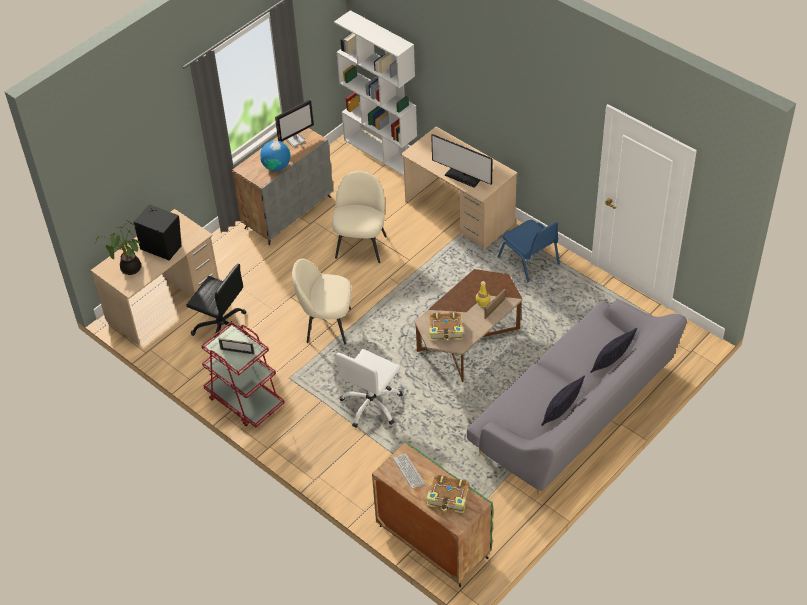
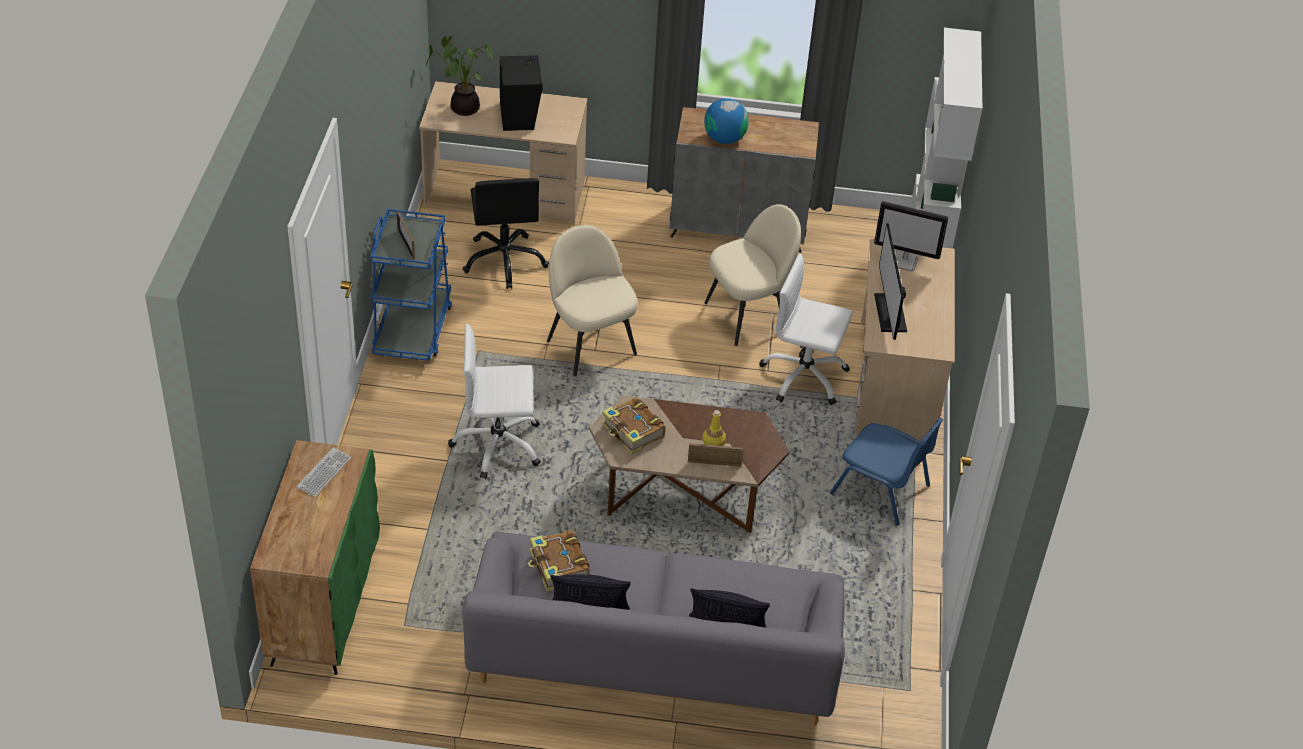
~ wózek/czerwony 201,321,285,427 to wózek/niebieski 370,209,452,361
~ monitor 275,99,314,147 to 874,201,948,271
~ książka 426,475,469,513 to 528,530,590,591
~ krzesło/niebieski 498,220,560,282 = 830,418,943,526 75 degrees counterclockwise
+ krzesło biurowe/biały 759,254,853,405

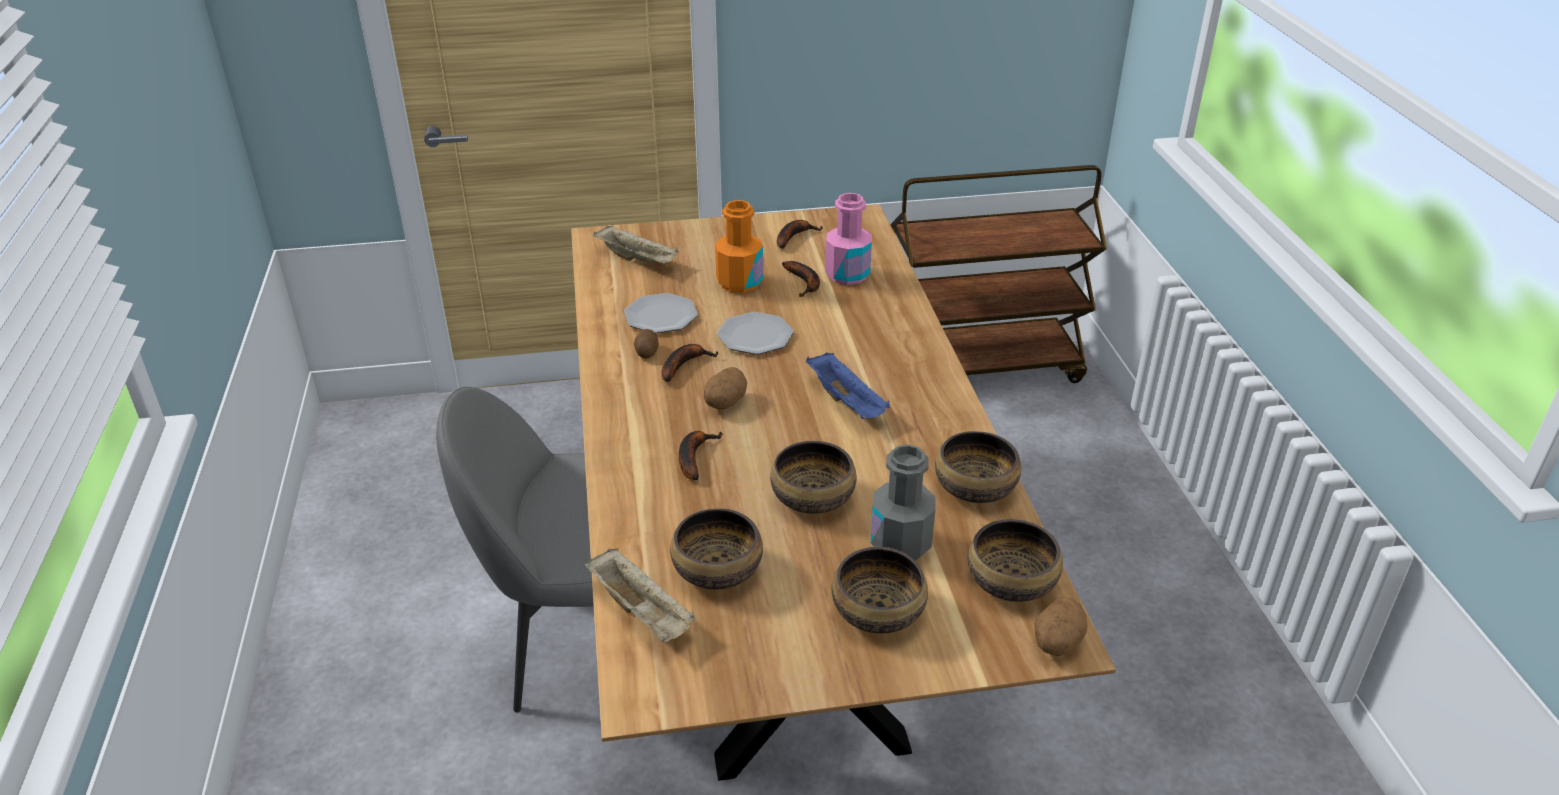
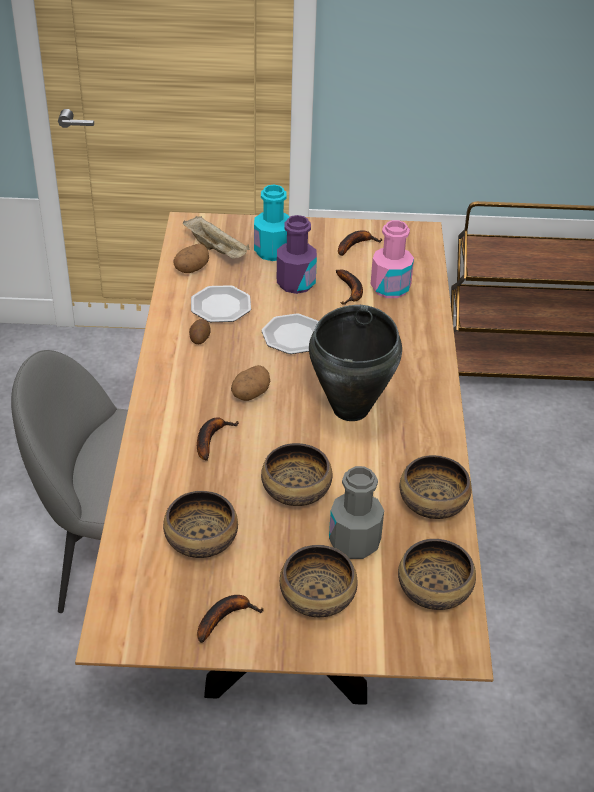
- taca/beżowy 585,548,696,642
~ banan 662,344,718,382 to 197,595,264,643
~ butelka/pomarańczowy 715,200,763,293 to butelka/fioletowy 277,215,317,294
~ taca/niebieski 806,352,890,419 to garnek/czarny 309,305,402,421
~ ziemniak 1034,597,1087,656 to 173,244,209,273
+ butelka/turkusowy 254,185,290,261

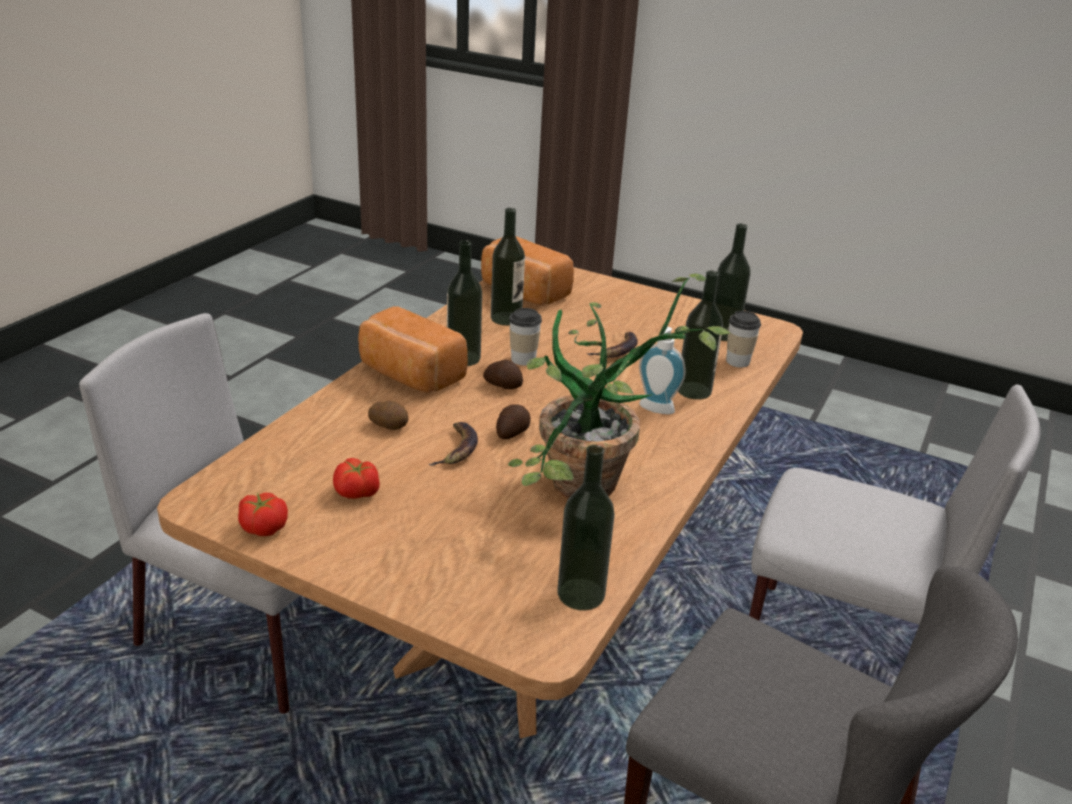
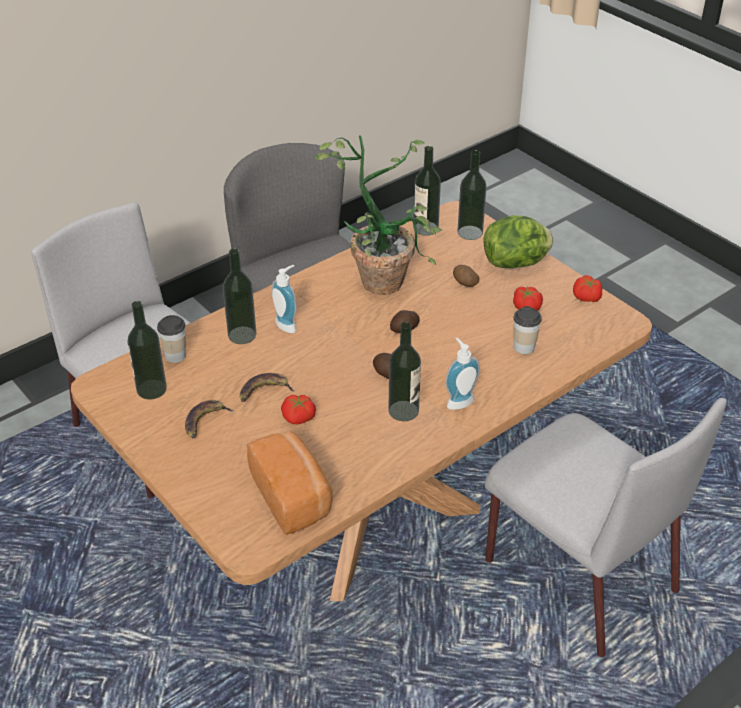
~ chleb 358,306,468,393 to dozownik mydła 445,338,480,410
~ ziemniak 368,401,409,430 to 453,265,479,287
~ banan 429,422,478,466 to 185,400,234,438
~ butelka 491,208,525,326 to 457,150,487,240
~ filiżanka 509,308,542,365 to 513,306,542,354
+ pomidor 281,395,316,424
+ sałata 484,215,553,268

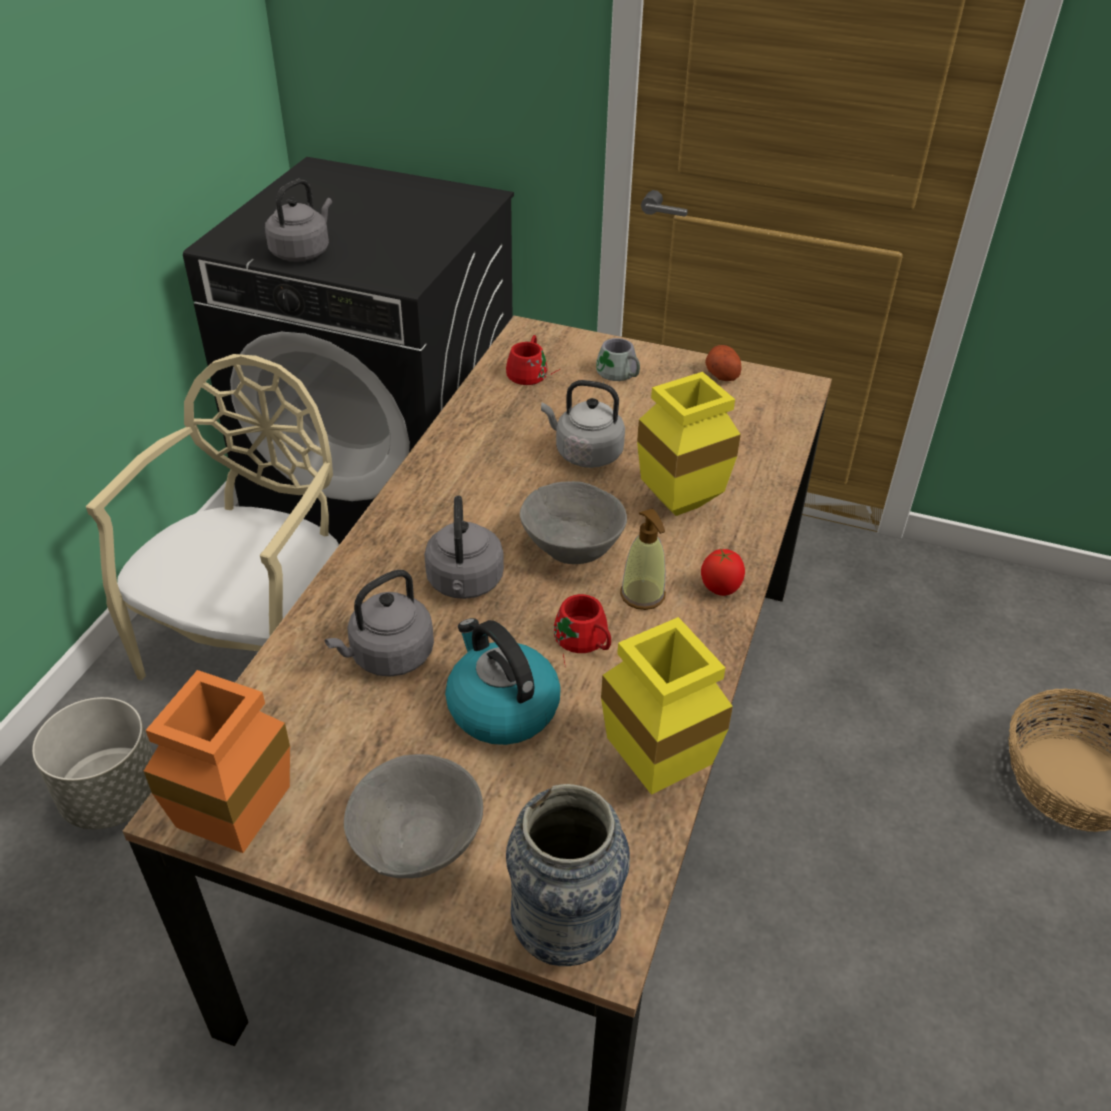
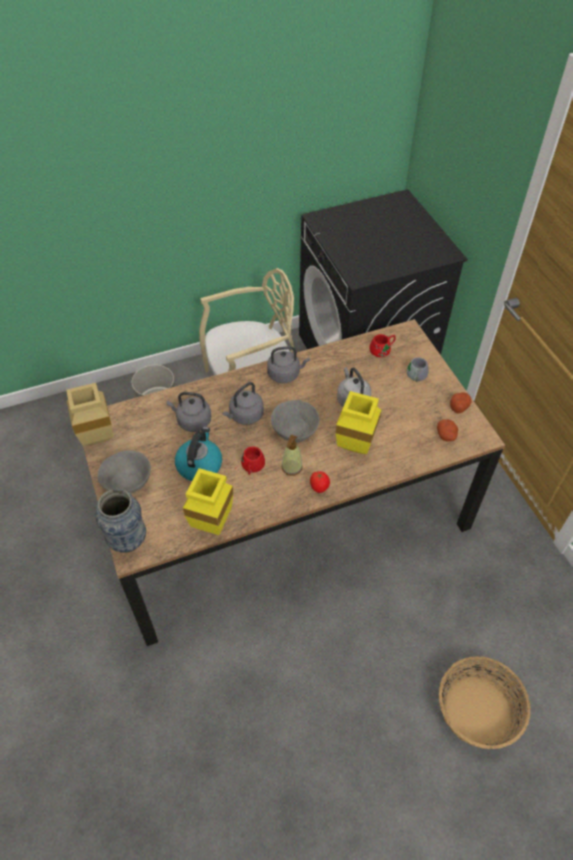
~ wazon/pomarańczowy 144,670,290,853 to wazon/beżowy 66,383,113,445
~ czajnik/szary 265,179,332,262 to 267,346,310,383
+ ziemniak 437,419,458,442

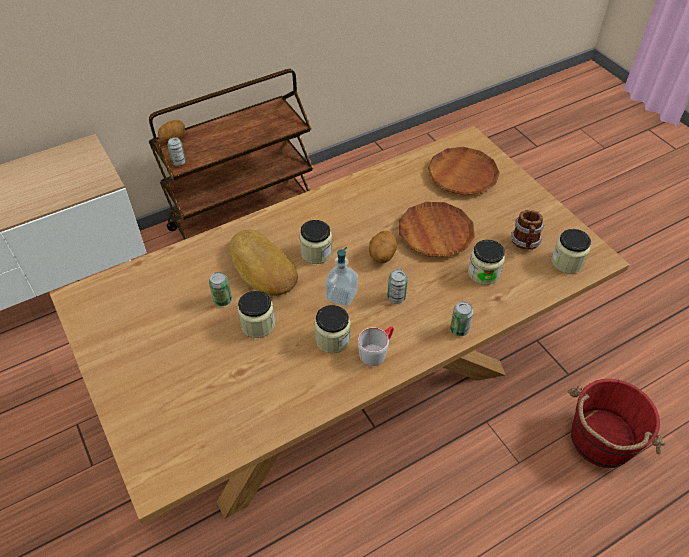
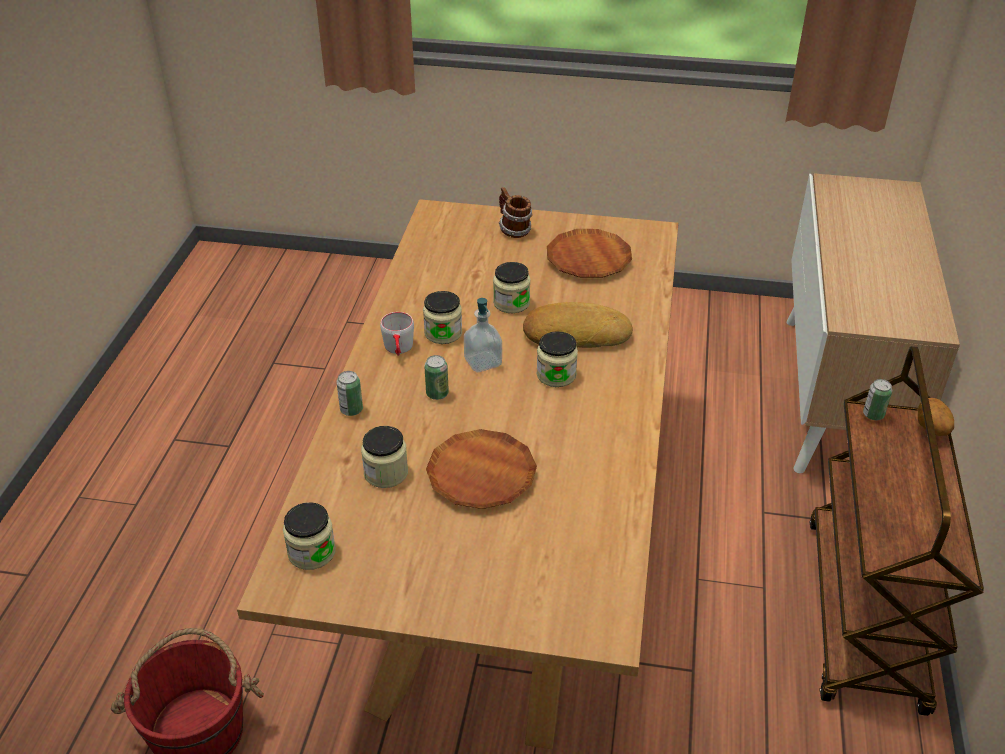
- puszka 209,272,232,306
- ziemniak 369,231,397,263
~ talerz/brązowy 428,147,500,195 to 547,229,632,278
~ kubek 511,210,544,250 to 499,187,533,238

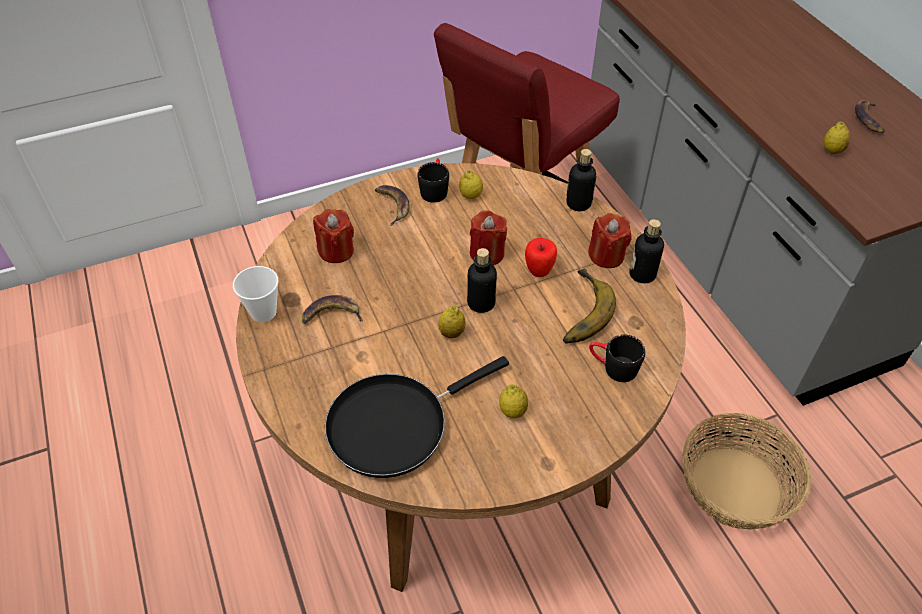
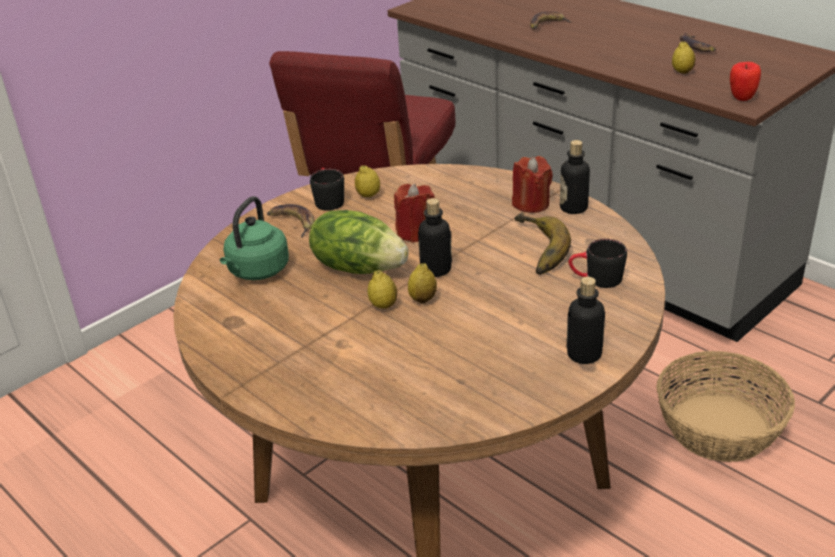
- filiżanka 233,266,278,322
~ banan 302,295,363,324 to 530,11,573,29
~ świeca/czerwony 313,209,354,263 to czajnik/zielony 220,196,289,280
- patelnia/czarny 325,356,509,478
~ cytryna 499,384,528,418 to 368,270,397,309
~ jabłko 525,237,557,277 to 730,62,761,101
~ butelka 566,149,596,211 to 566,277,605,364
+ sałata 309,210,408,274

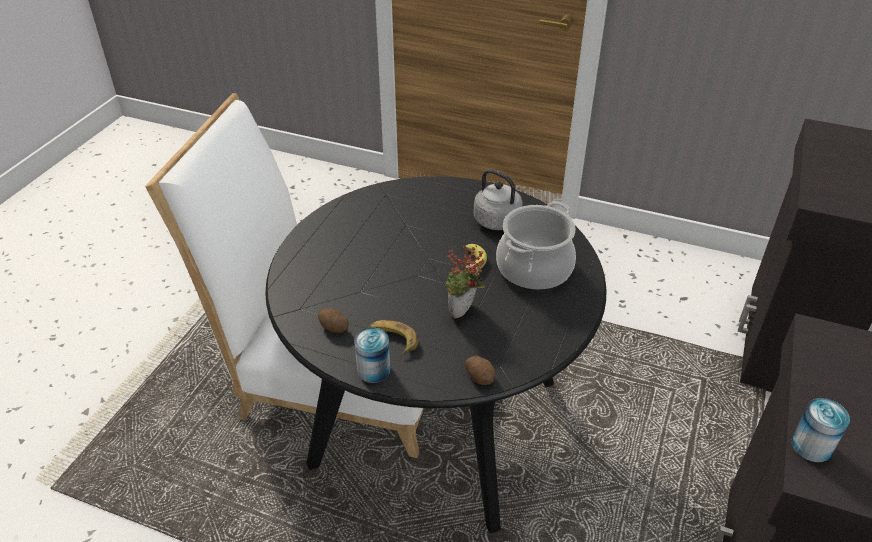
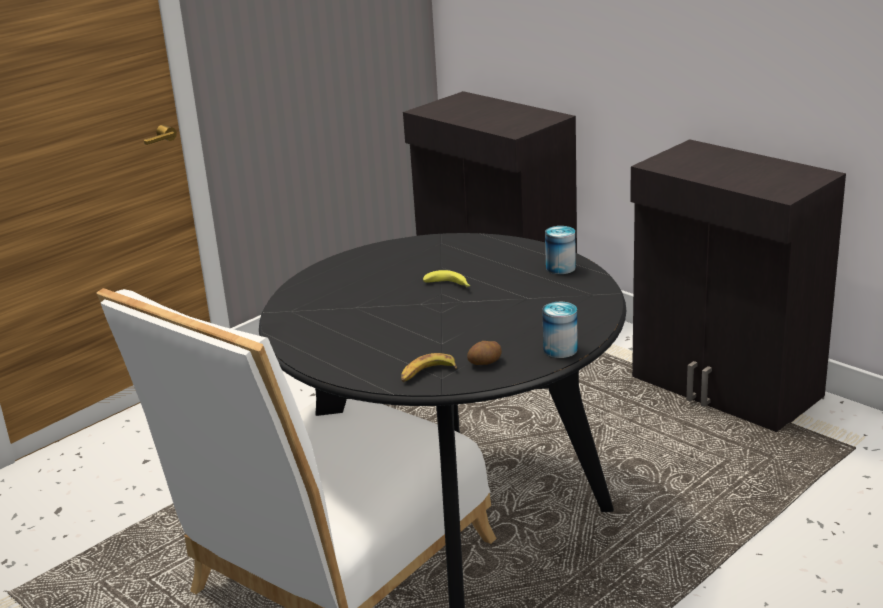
~ banan 370,320,418,354 to 401,353,457,382
- roślina doniczkowa 445,245,485,318
- ziemniak 465,355,495,385
- czajnik/szary 474,169,523,230
- garnek 496,201,576,290
~ puszka 791,398,850,462 to 545,226,576,274

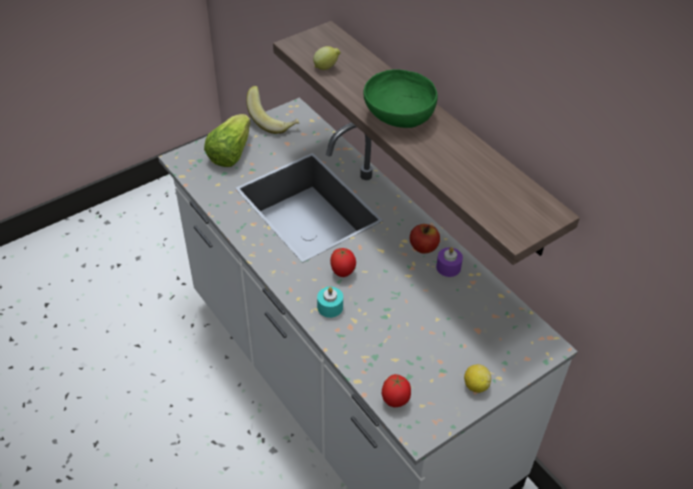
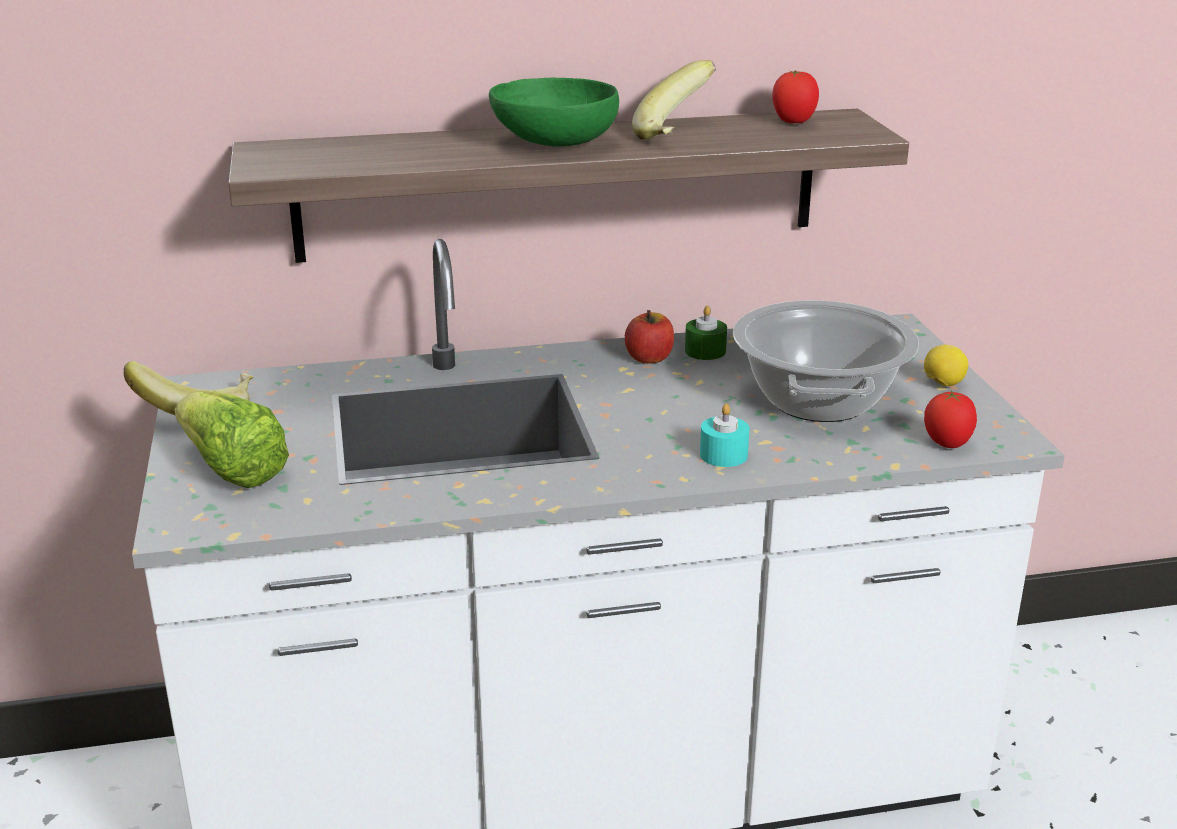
- cytryna 313,46,341,70
~ pomidor 330,248,356,277 to 772,70,819,123
~ świeca/fioletowy 436,247,463,277 to świeca/zielony 685,305,727,360
+ banan 632,60,716,140
+ garnek 733,300,919,422

